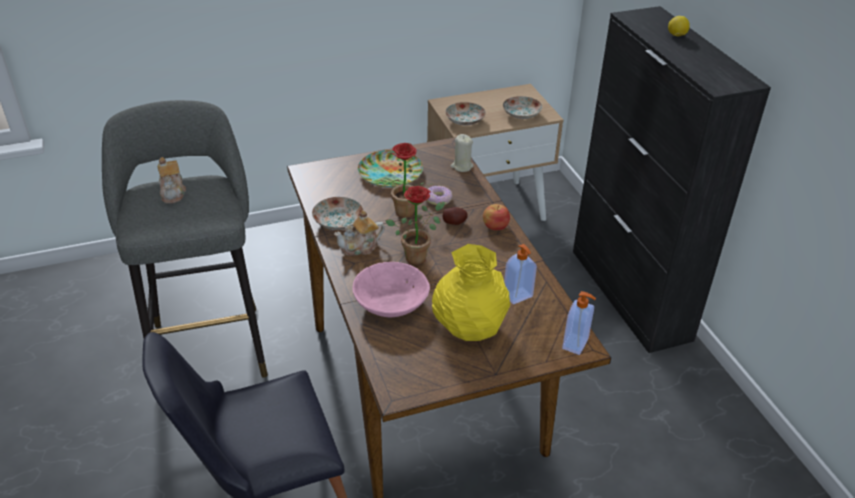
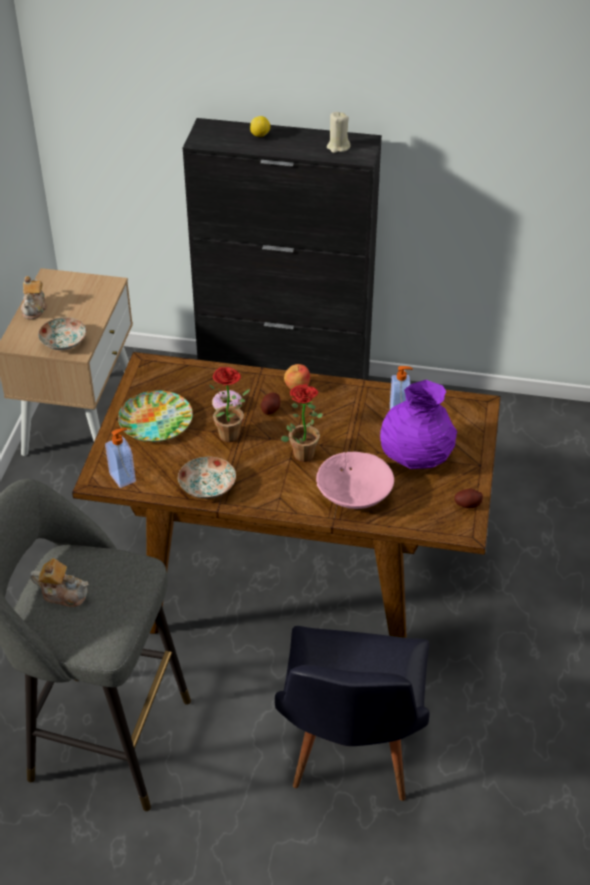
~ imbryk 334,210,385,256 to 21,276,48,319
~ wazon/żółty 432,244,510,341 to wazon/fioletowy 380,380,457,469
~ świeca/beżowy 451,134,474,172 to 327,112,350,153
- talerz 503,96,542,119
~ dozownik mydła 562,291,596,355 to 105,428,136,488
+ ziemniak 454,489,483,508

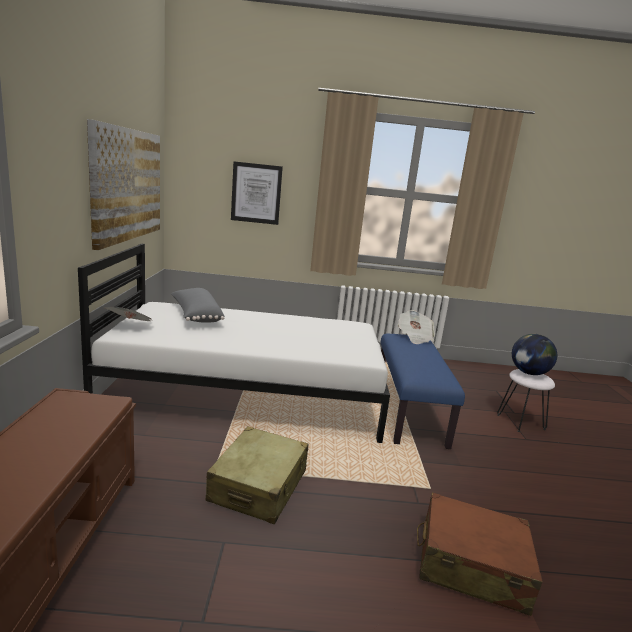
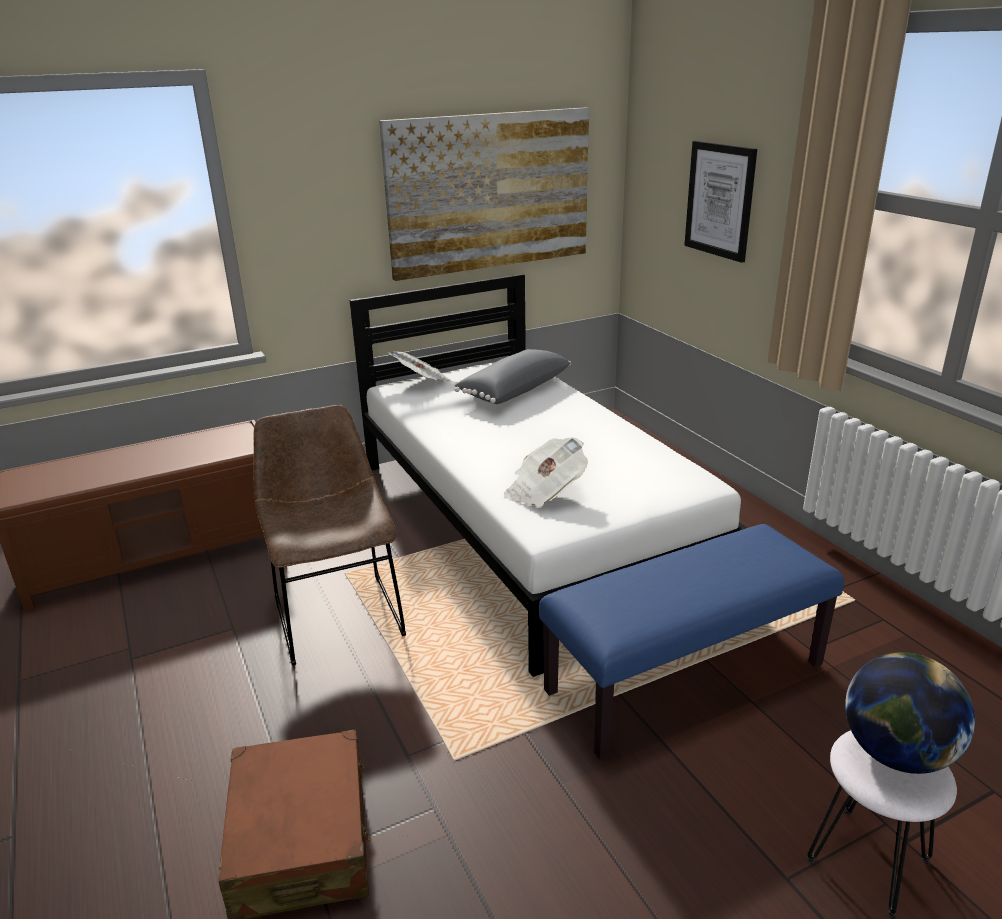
~ walizka/beżowy 206,426,309,524 to krzesło/brązowy 254,405,406,666
~ gazeta 398,310,435,344 to 504,438,588,507

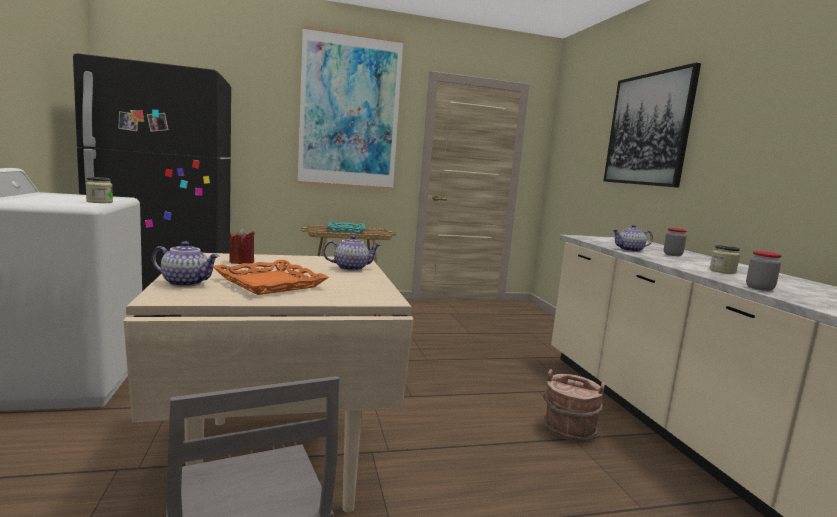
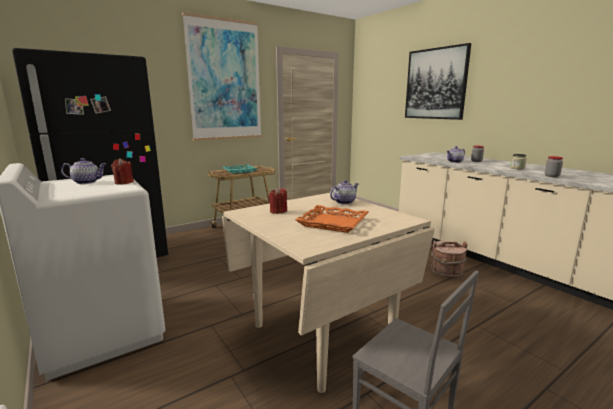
~ słoik 86,177,113,203 to świeca/czerwony 111,158,134,185
~ imbryk 152,241,219,287 to 61,158,106,184

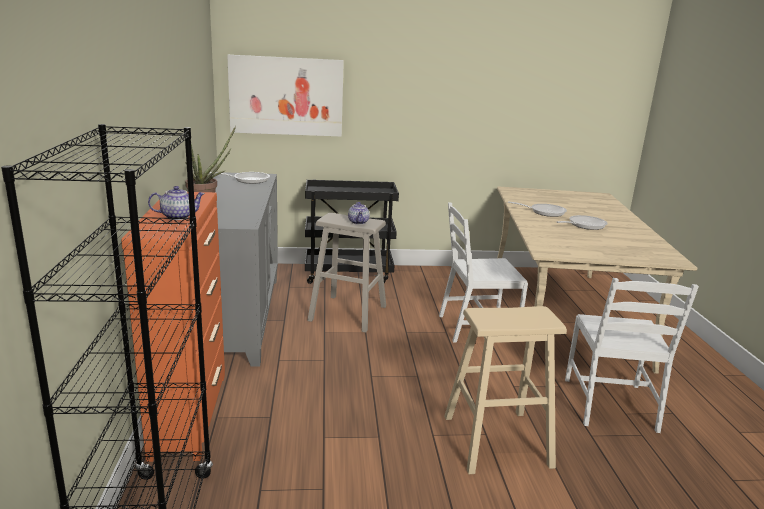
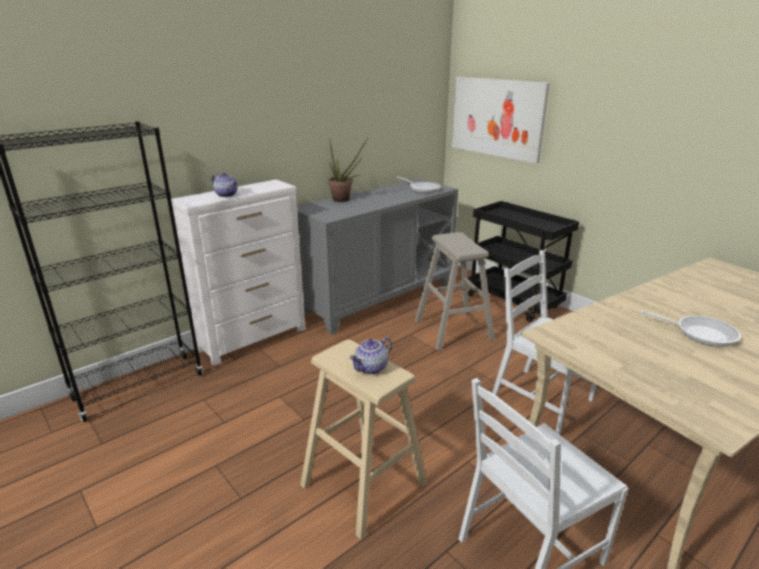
~ komoda/pomarańczowy 121,192,225,462 to komoda/biały 171,180,305,366
~ imbryk 348,202,370,225 to 349,337,392,375
- patelnia 508,201,567,217

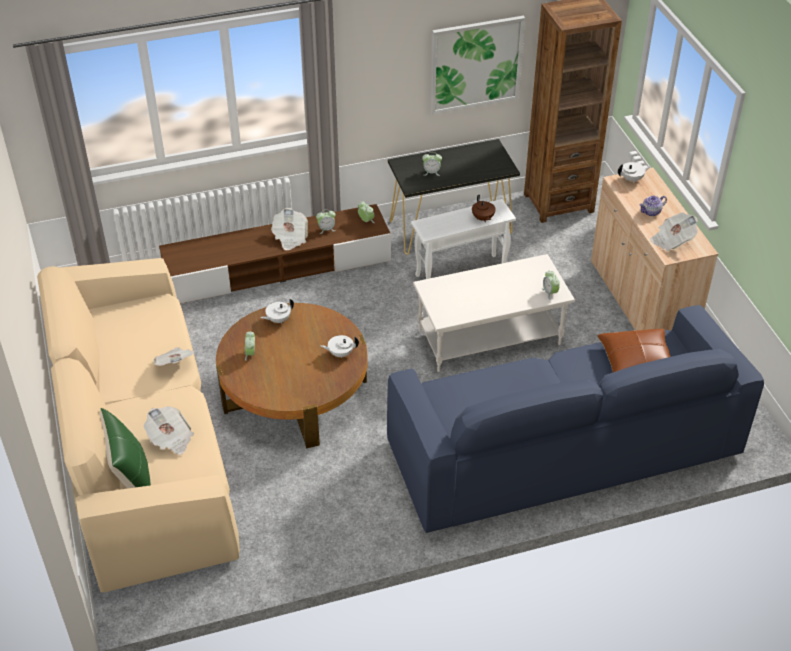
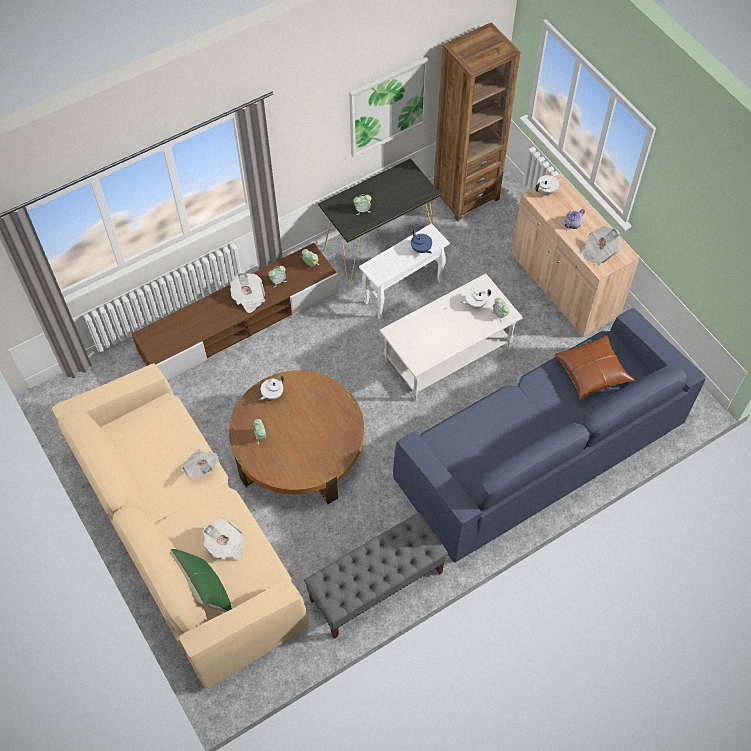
~ imbryk/biały 321,335,359,358 to 461,288,491,308
~ imbryk/brązowy 472,194,496,222 to imbryk/niebieski 411,230,432,253
+ ławka/szary 304,512,448,639

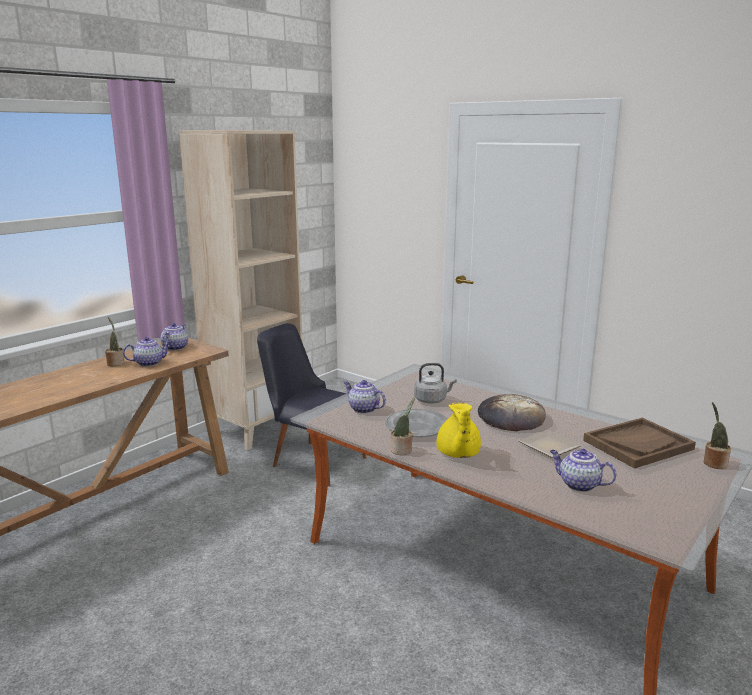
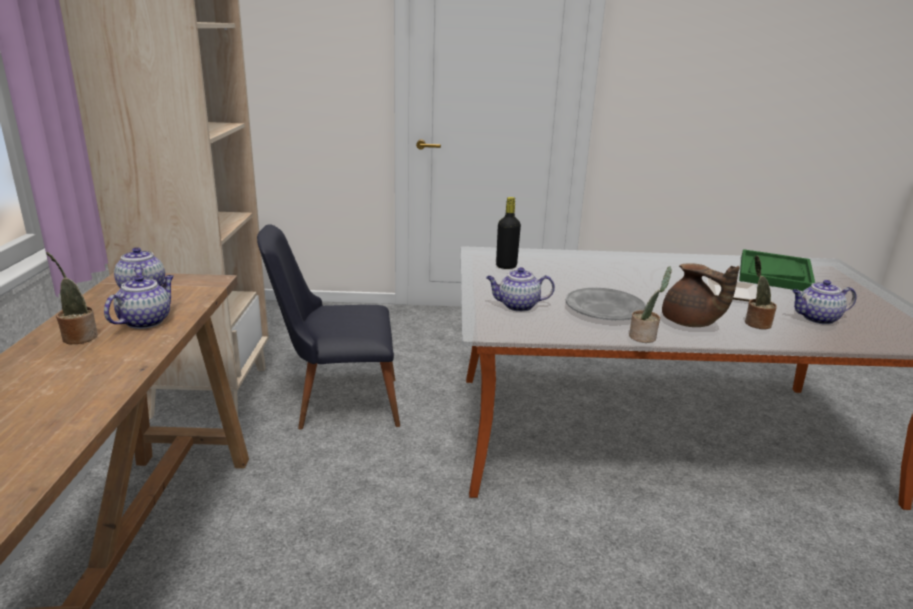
- czajnik/szary 414,363,457,403
~ imbryk/żółty 437,403,481,458 to imbryk/brązowy 662,263,740,327
- chleb 478,394,546,431
~ taca/brązowy 583,418,696,469 to taca/zielony 739,249,815,291
~ roślina doniczkowa 704,402,731,469 to 745,255,777,329
+ butelka/czarny 496,197,521,269

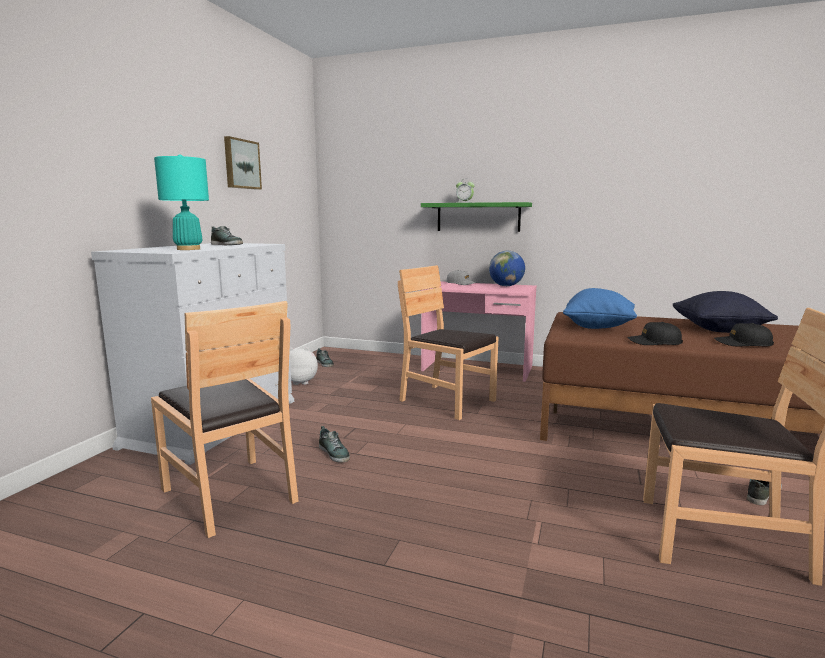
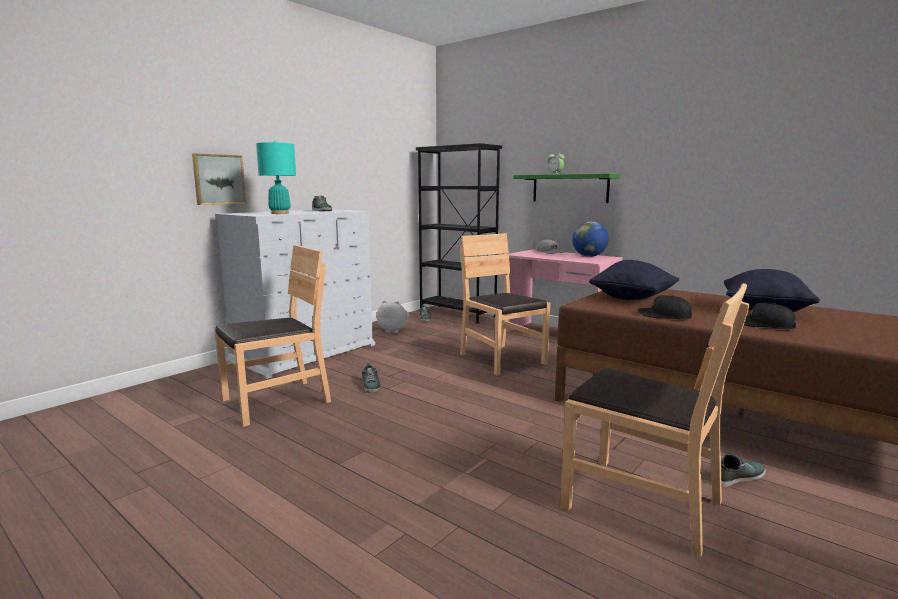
~ krzesło/brązowy 151,301,299,538 = 215,245,331,427 105 degrees counterclockwise
~ obraz 224,136,262,190 to 192,153,246,205
~ poduszka/niebieski 563,288,637,329 to poduszka/czarny 589,260,679,300
+ regał/czarny 416,143,502,323

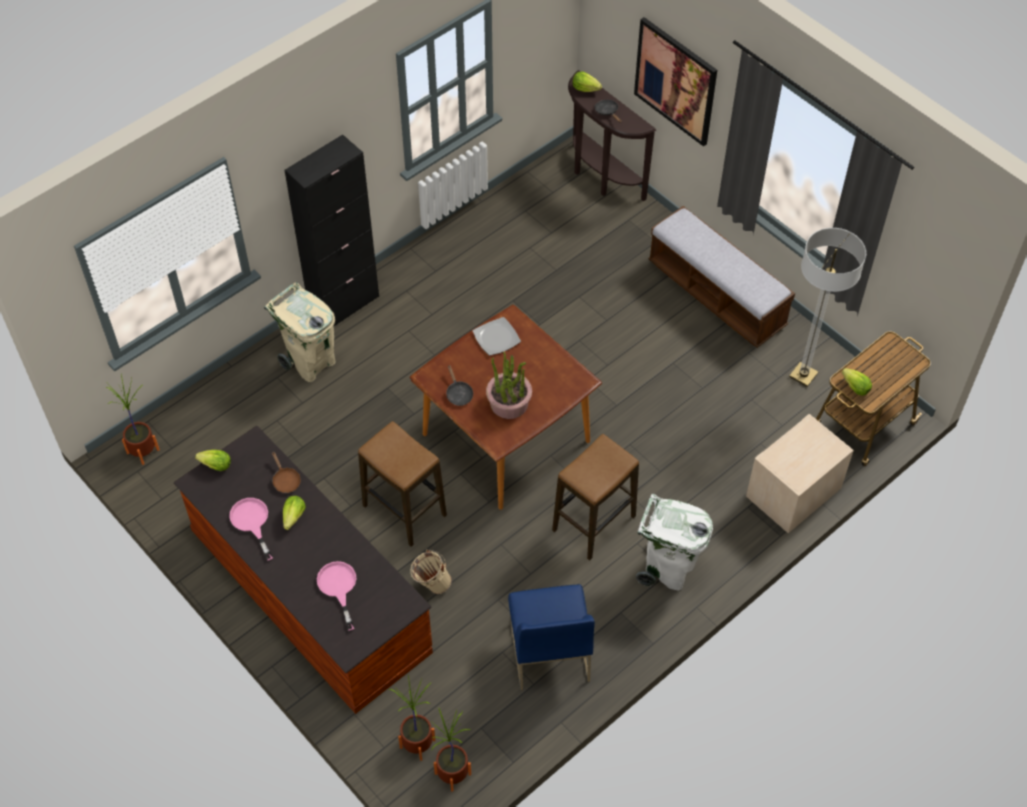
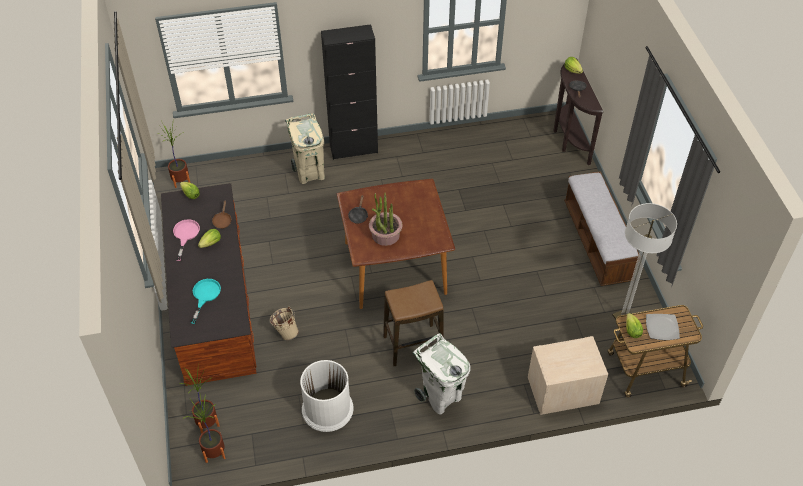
~ patelnia/różowy 317,561,356,631 to patelnia/turkusowy 190,279,221,324
- stołek 358,421,447,547
~ talerz 473,317,521,356 to 646,314,680,340
~ krzesło/niebieski 508,584,595,690 to kosz na śmieci/biały 300,360,354,432
- obraz 634,17,717,146

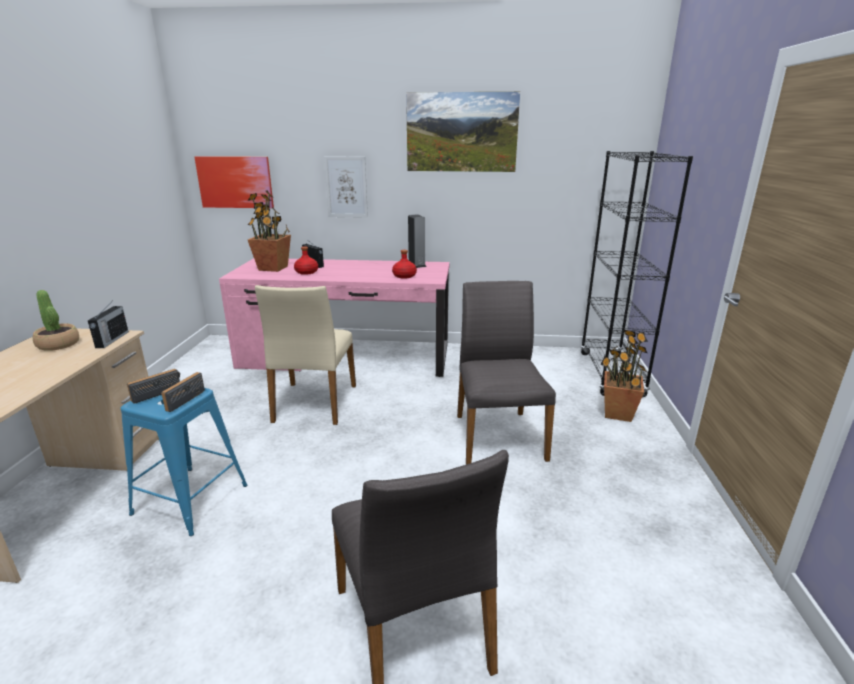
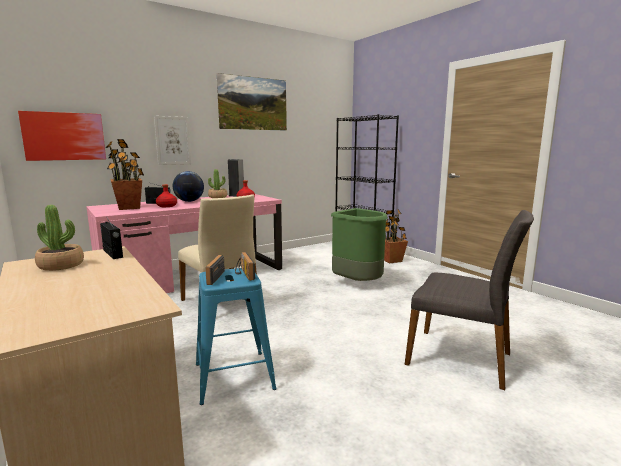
~ krzesło/szary 457,281,556,464 to kosz na śmieci/zielony 331,208,388,281
+ globus 173,171,204,202
+ roślina doniczkowa 208,169,227,198

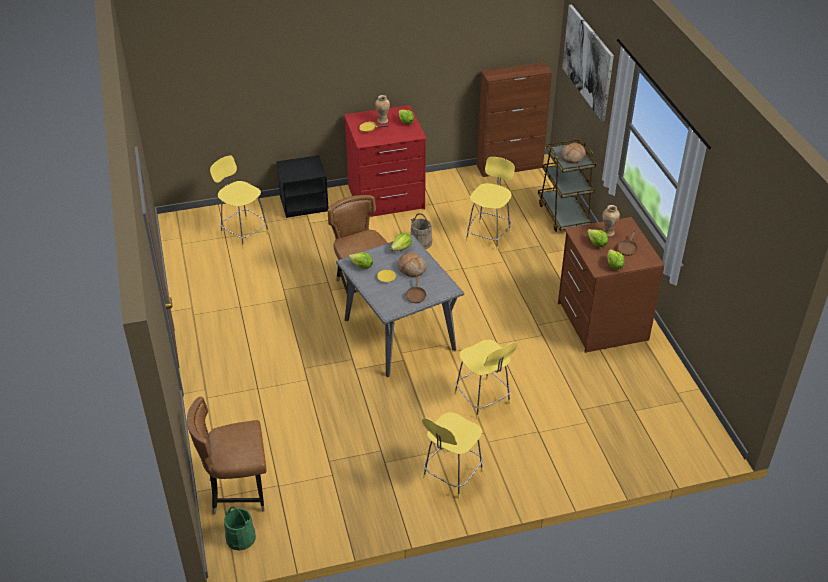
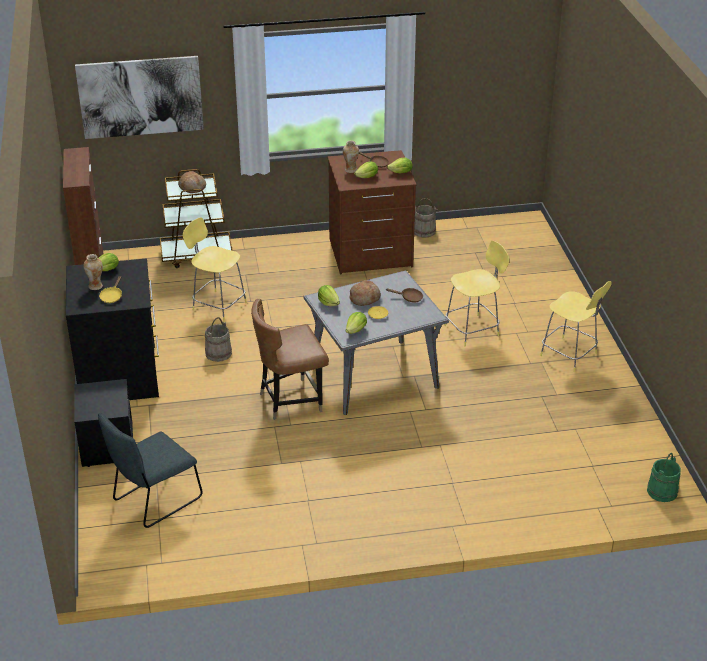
- krzesło/brązowy 187,397,266,515
~ stołek/żółty 210,156,269,249 to krzesło/szary 98,413,203,528
~ komoda/czerwony 344,105,426,217 to komoda/czarny 66,258,159,400
+ wiadro/beżowy 414,198,437,238

